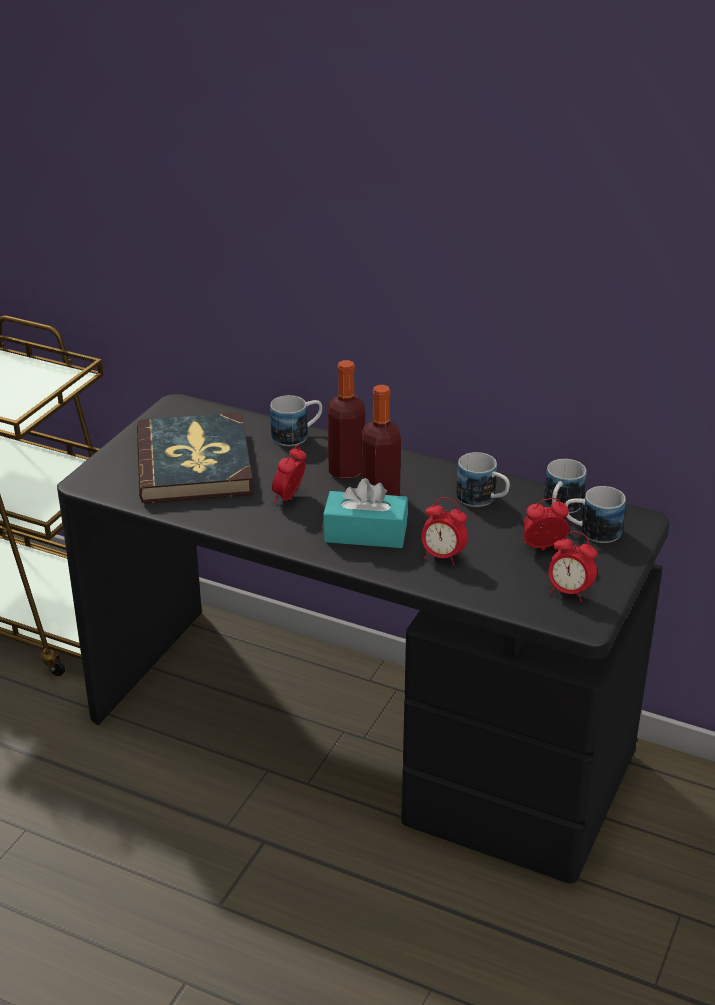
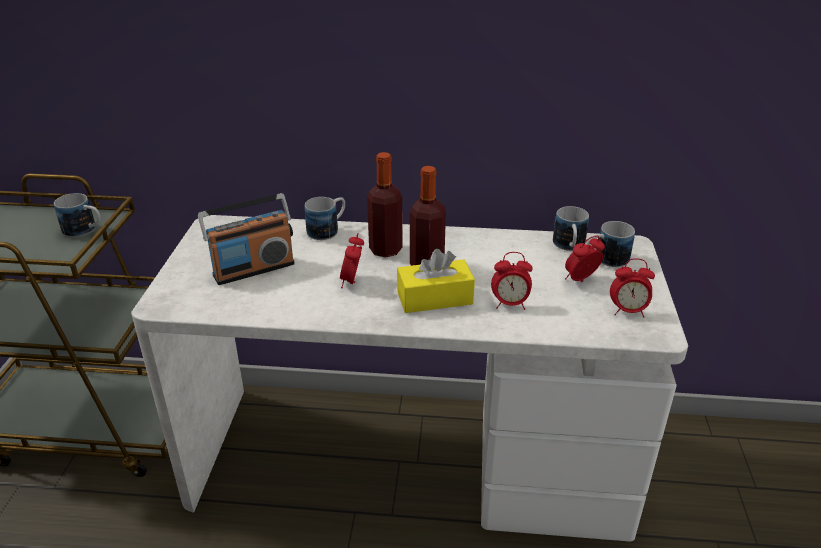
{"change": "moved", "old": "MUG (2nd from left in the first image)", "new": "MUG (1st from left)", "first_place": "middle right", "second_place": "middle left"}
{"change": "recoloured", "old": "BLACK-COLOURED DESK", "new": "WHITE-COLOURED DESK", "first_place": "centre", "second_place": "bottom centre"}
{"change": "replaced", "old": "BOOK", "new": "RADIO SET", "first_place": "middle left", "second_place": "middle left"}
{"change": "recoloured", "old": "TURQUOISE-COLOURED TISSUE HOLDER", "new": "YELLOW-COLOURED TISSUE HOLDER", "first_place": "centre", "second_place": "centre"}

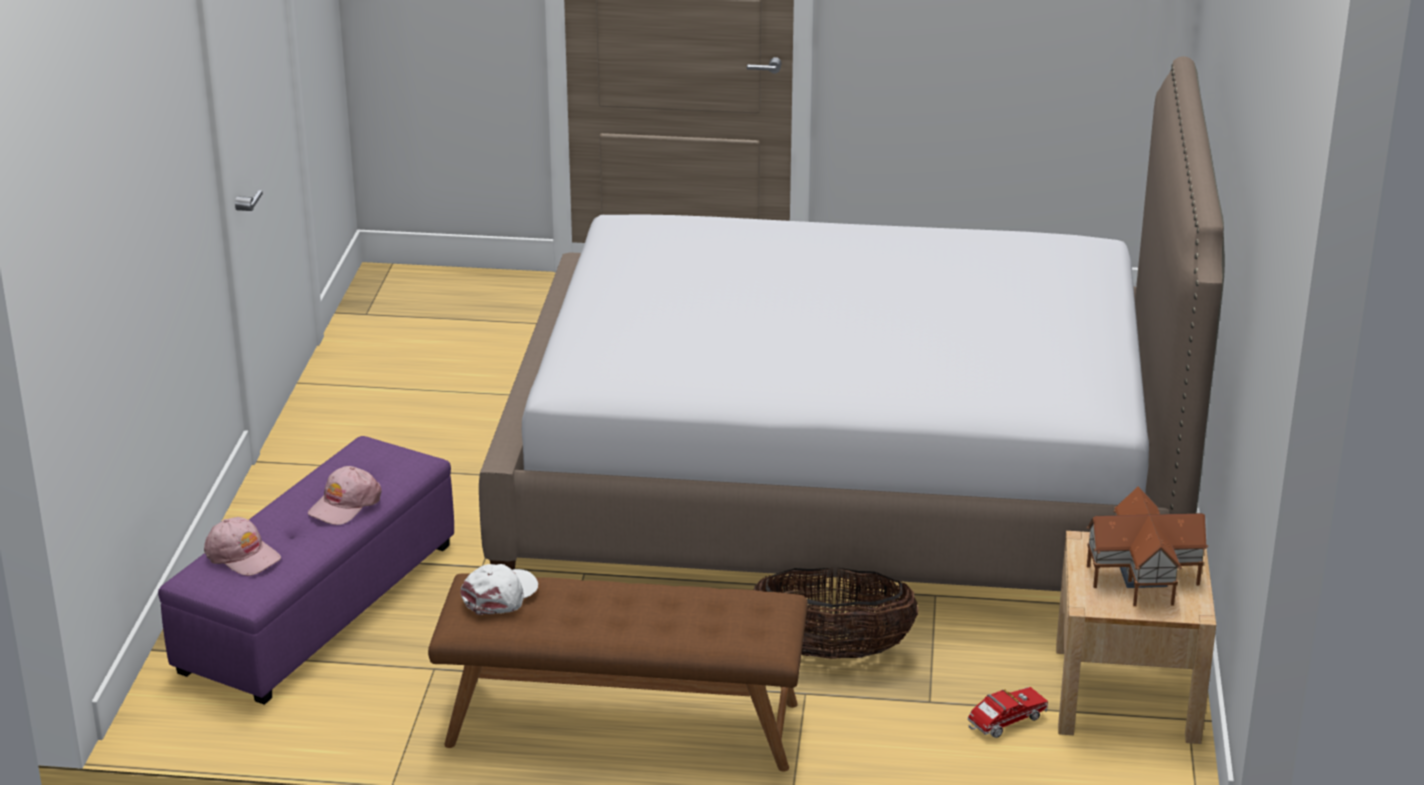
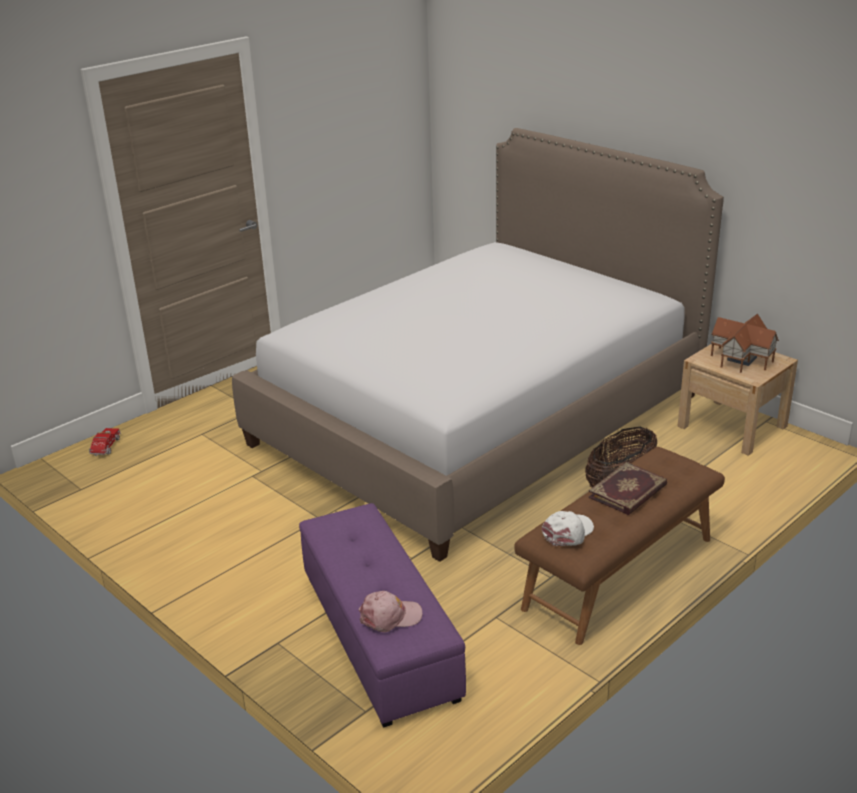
{"change": "moved", "old": "TOY TRUCK", "first_place": "bottom right", "second_place": "middle left"}
{"change": "turned", "old": "WHITE-COLOURED PEAKED CAP", "first_place": "bottom centre", "second_place": "centre", "degrees": 60}
{"change": "added", "new": "BOOK", "second_place": "middle right"}
{"change": "removed", "old": "PINKISH PEAKED CAP (2nd from left)", "first_place": "middle left"}

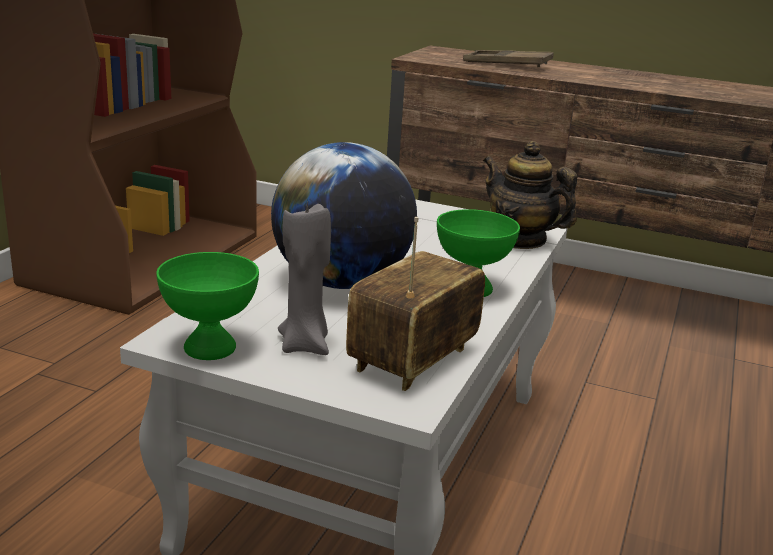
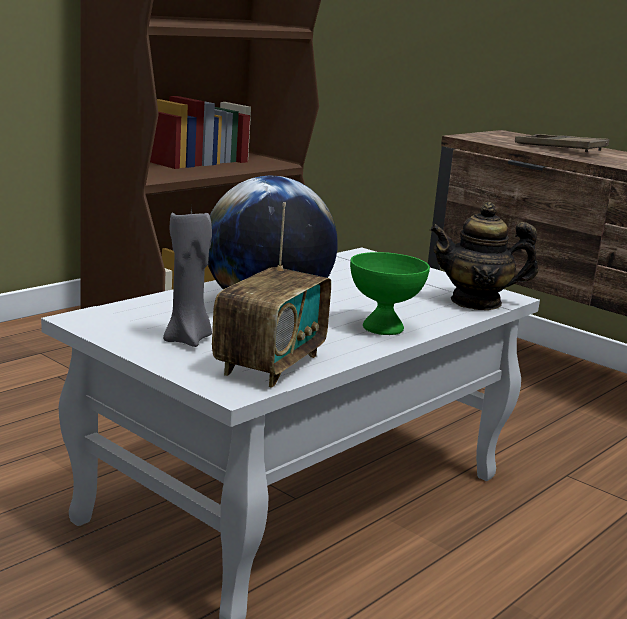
{"change": "turned", "old": "RADIO SET", "first_place": "centre", "second_place": "centre", "degrees": 150}
{"change": "turned", "old": "TEA POT", "first_place": "middle right", "second_place": "middle right", "degrees": -60}
{"change": "removed", "old": "GREEN BOWL (1st from left)", "first_place": "middle left"}

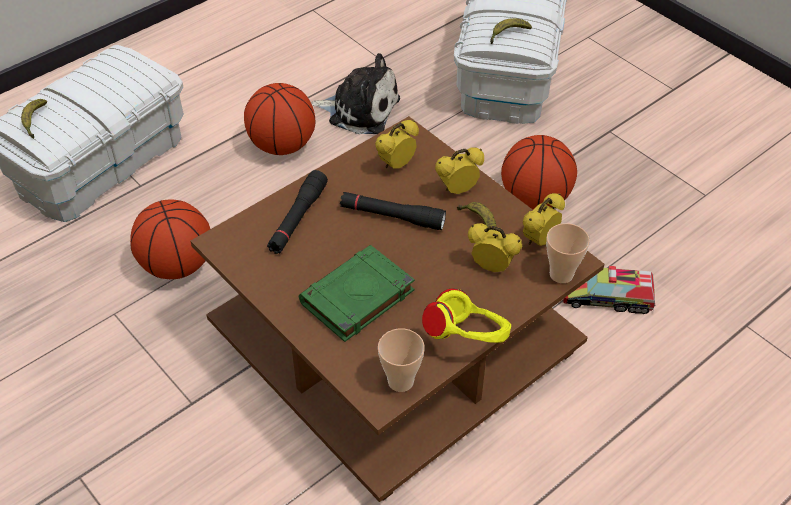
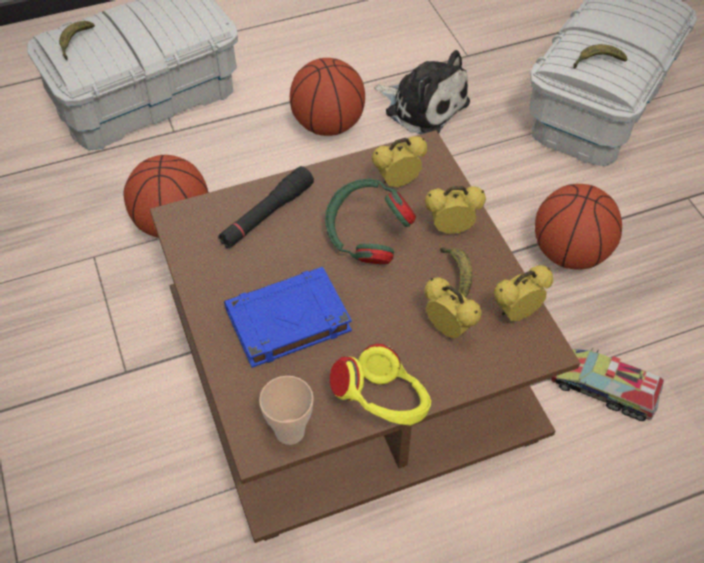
{"change": "recoloured", "old": "GREEN BOOK", "new": "BLUE BOOK", "first_place": "centre", "second_place": "centre"}
{"change": "replaced", "old": "BLACK-COLOURED TORCH (2nd from left)", "new": "GREEN PAIR OF HEADPHONES", "first_place": "centre", "second_place": "centre"}
{"change": "removed", "old": "CUP (2nd from left)", "first_place": "middle right"}

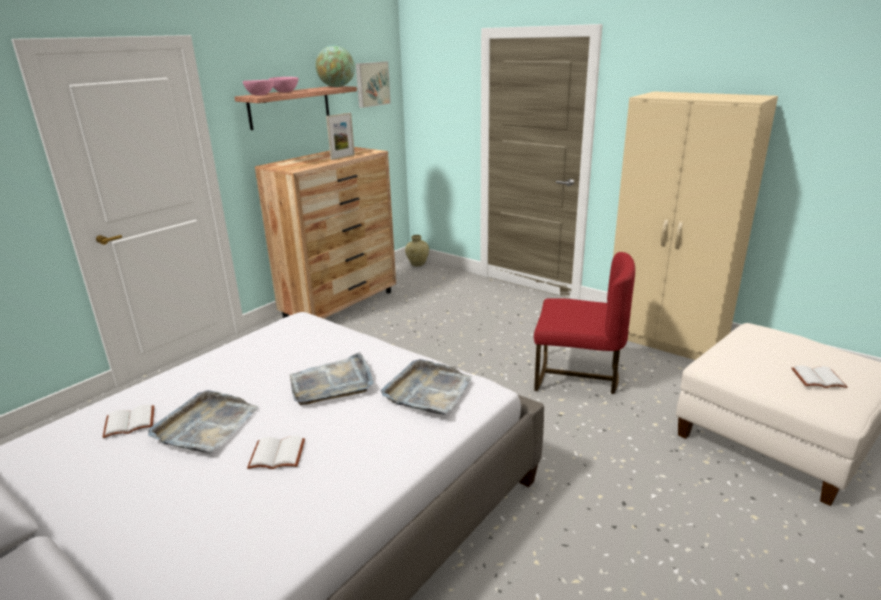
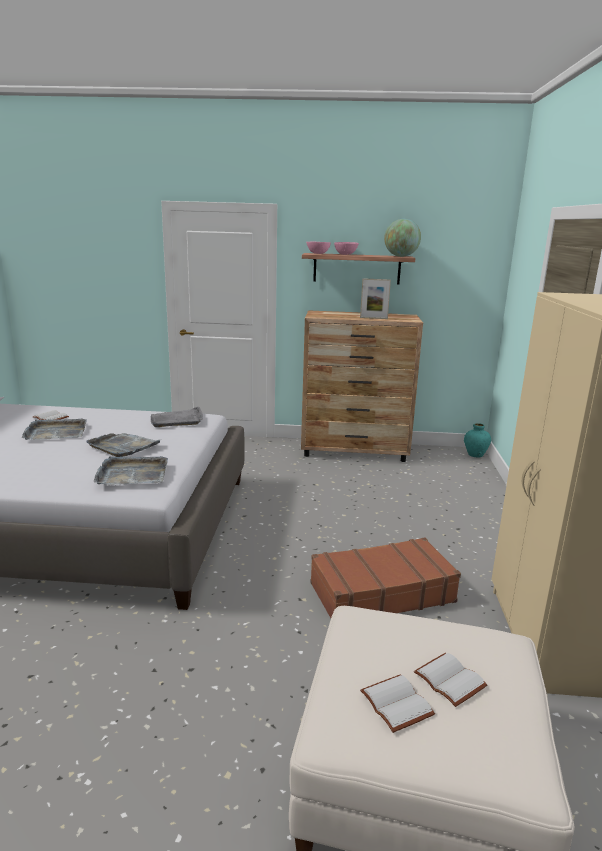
{"change": "added", "new": "GREYISH TRAY (4th from left)", "second_place": "middle left"}
{"change": "replaced", "old": "RED-COLOURED PLAIN CHAIR", "new": "BROWN-COLOURED SUITCASE", "first_place": "centre", "second_place": "bottom centre"}
{"change": "moved", "old": "WHITE-COLOURED BOOK (2nd from left in the first image)", "new": "WHITE-COLOURED BOOK (3rd from left)", "first_place": "bottom left", "second_place": "bottom right"}
{"change": "recoloured", "old": "SAND-COLOURED FLOWER VASE", "new": "TURQUOISE-COLOURED FLOWER VASE", "first_place": "centre", "second_place": "middle right"}
{"change": "removed", "old": "WALL ART", "first_place": "top centre"}

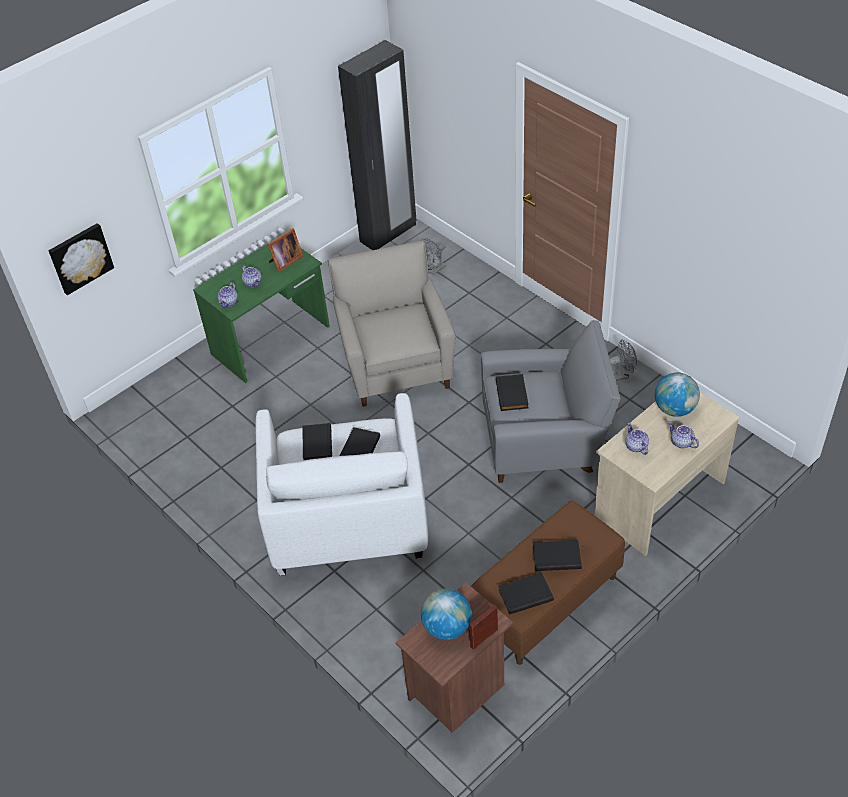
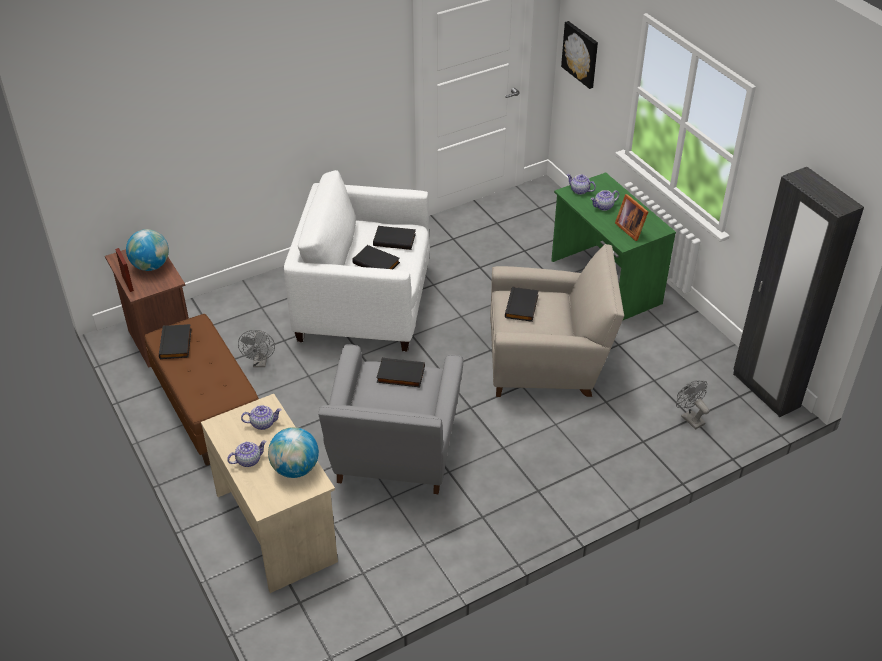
{"change": "moved", "old": "GREYISH COOLING FAN (2nd from left in the first image)", "new": "GREYISH COOLING FAN (1st from left)", "first_place": "middle right", "second_place": "middle left"}
{"change": "moved", "old": "BLACK-COLOURED BOOK (5th from left)", "first_place": "bottom centre", "second_place": "centre"}

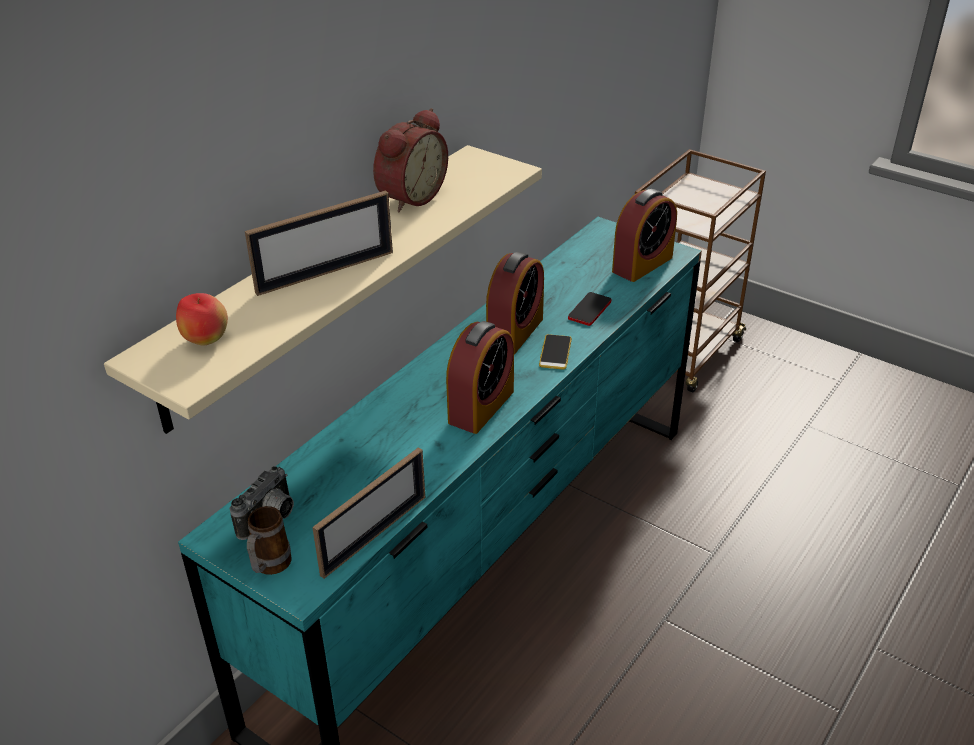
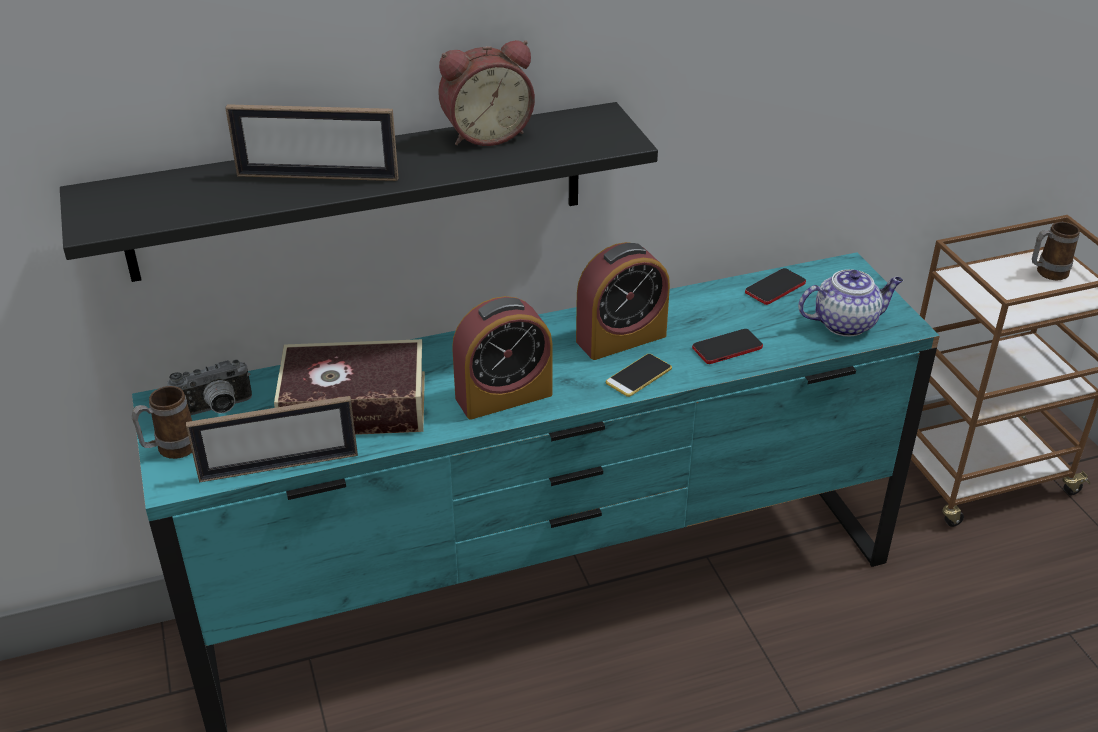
{"change": "recoloured", "old": "SAND-COLOURED WALL SHELF", "new": "BLACK-COLOURED WALL SHELF", "first_place": "middle left", "second_place": "top left"}
{"change": "added", "new": "BOOK", "second_place": "middle left"}
{"change": "added", "new": "TELEPHONE (3rd from left)", "second_place": "middle right"}
{"change": "replaced", "old": "BEDSIDE CLOCK (4th from left)", "new": "TEA POT", "first_place": "top centre", "second_place": "middle right"}
{"change": "added", "new": "MUG (2nd from left)", "second_place": "middle right"}
{"change": "removed", "old": "WHOLE APPLE", "first_place": "middle left"}

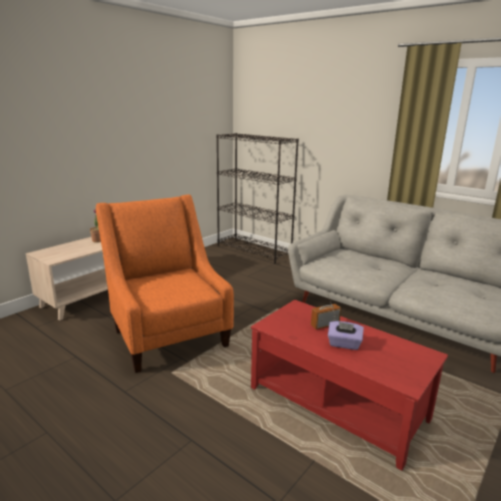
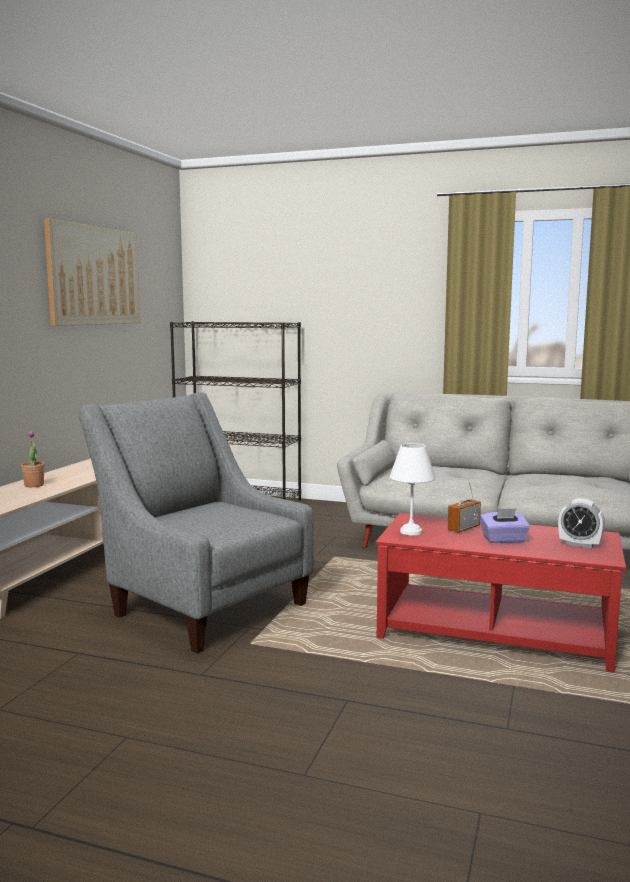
{"change": "added", "new": "WALL ART", "second_place": "top left"}
{"change": "recoloured", "old": "ORANGE ARMCHAIR", "new": "GREYISH ARMCHAIR", "first_place": "middle left", "second_place": "middle left"}
{"change": "added", "new": "WHITE-COLOURED TABLE LAMP", "second_place": "centre"}
{"change": "added", "new": "BEDSIDE CLOCK", "second_place": "middle right"}

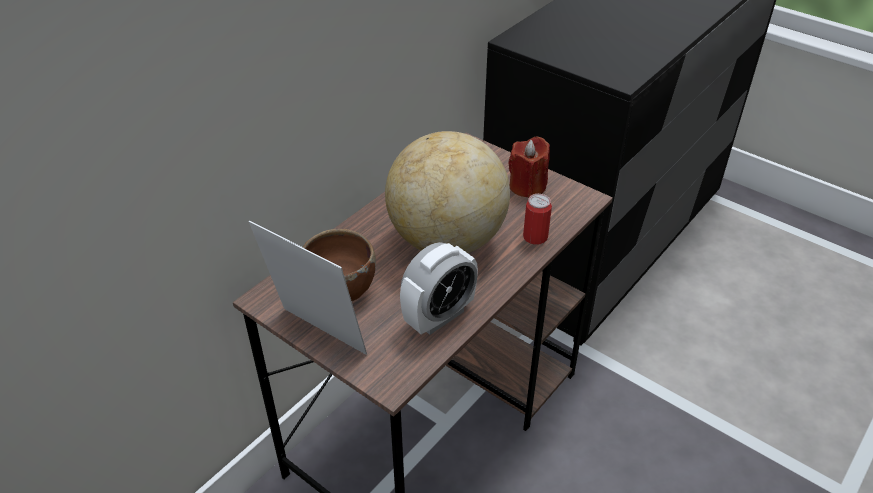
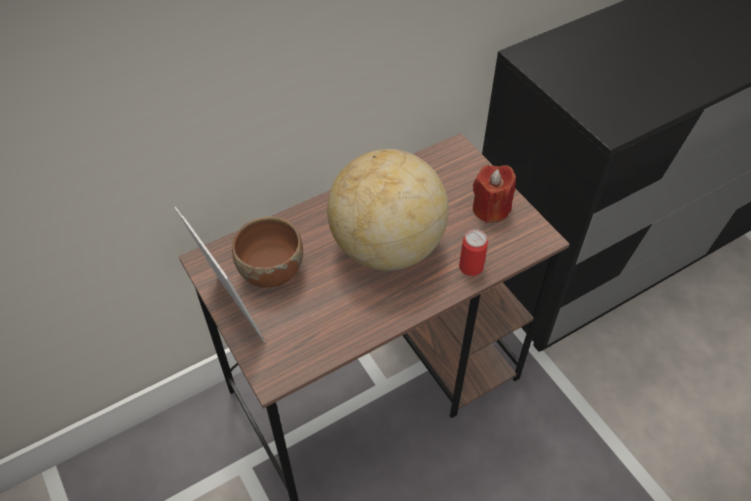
{"change": "removed", "old": "BEDSIDE CLOCK", "first_place": "centre"}

